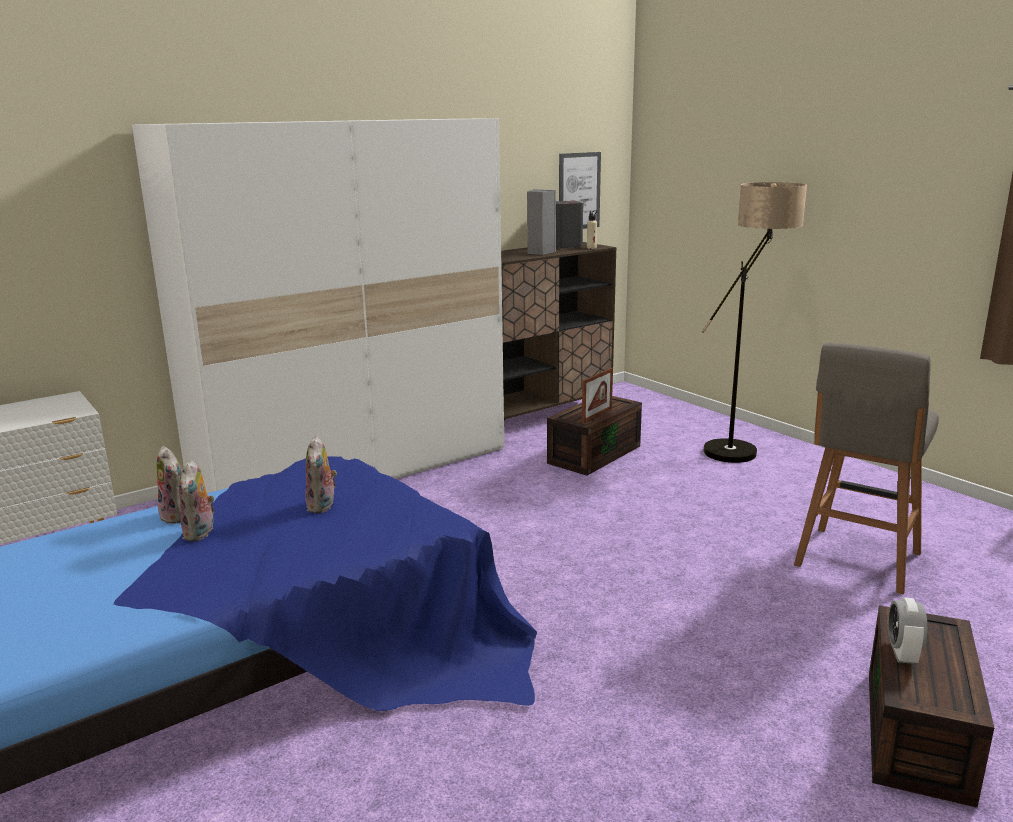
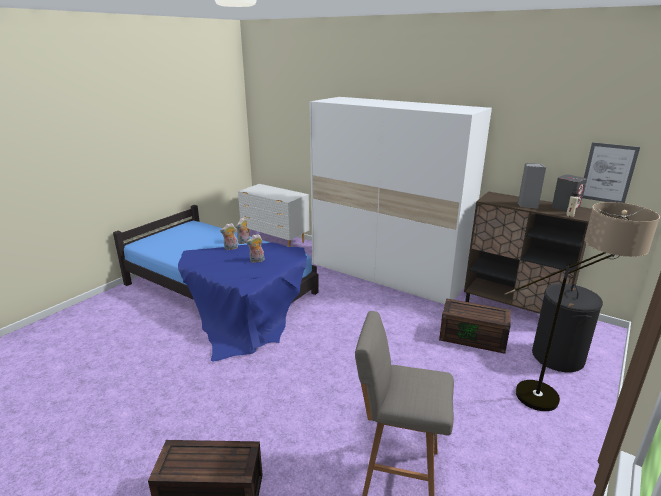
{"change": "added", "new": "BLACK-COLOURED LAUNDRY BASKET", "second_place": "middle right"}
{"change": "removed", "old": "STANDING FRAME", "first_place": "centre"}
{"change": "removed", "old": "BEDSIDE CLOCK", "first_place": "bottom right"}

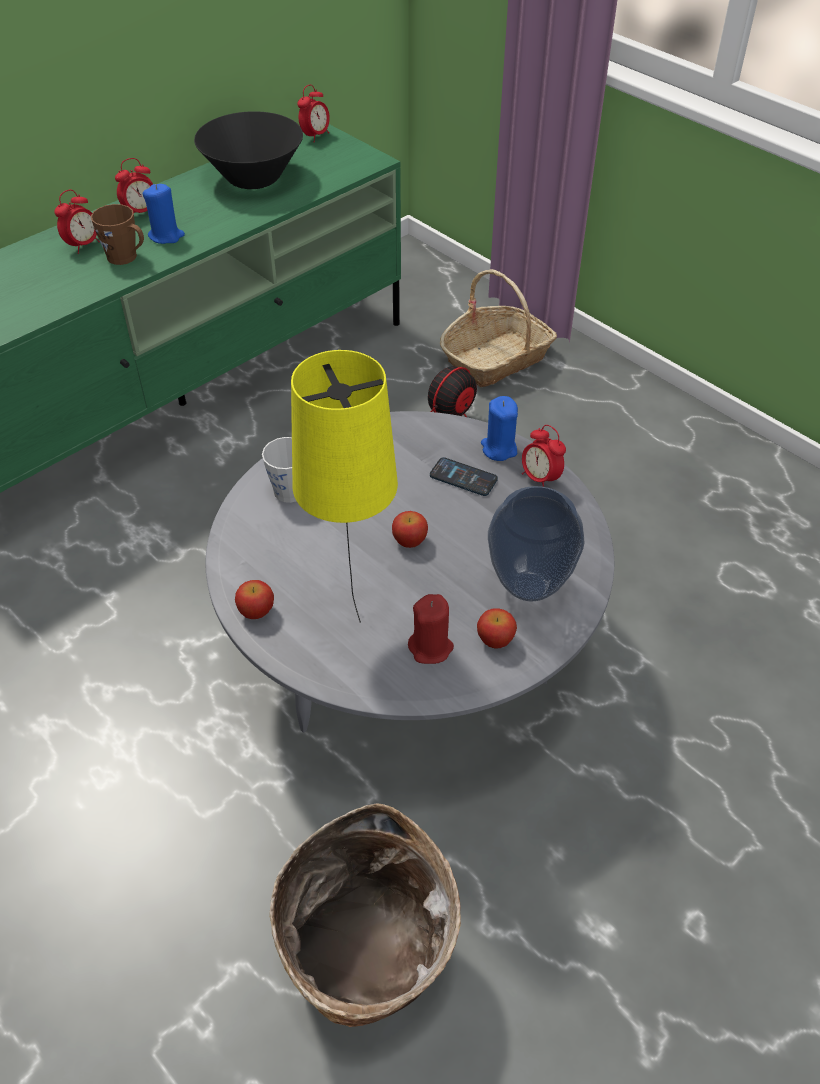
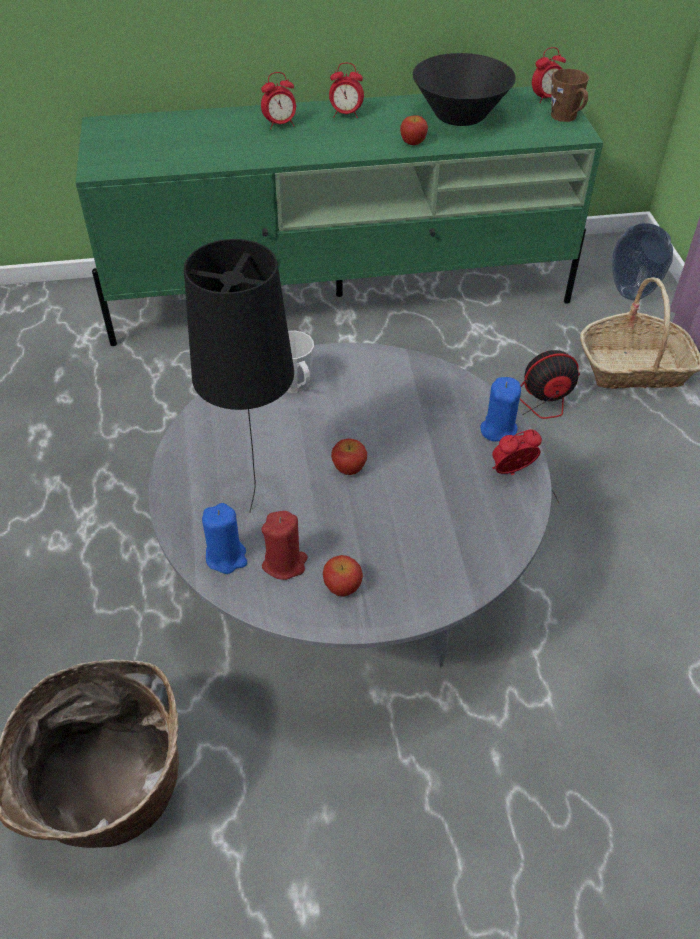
{"change": "recoloured", "old": "YELLOW-COLOURED TABLE LAMP", "new": "BLACK-COLOURED TABLE LAMP", "first_place": "centre", "second_place": "centre"}
{"change": "moved", "old": "BLUE WAX LIGHT (1st from left)", "first_place": "top left", "second_place": "middle left"}
{"change": "moved", "old": "WHOLE APPLE (1st from left in the first image)", "new": "WHOLE APPLE (3rd from left)", "first_place": "middle left", "second_place": "top centre"}
{"change": "turned", "old": "BEDSIDE CLOCK (4th from left in the first image)", "first_place": "centre", "second_place": "middle right", "degrees": 75}
{"change": "moved", "old": "BROWN-COLOURED MUG", "first_place": "top left", "second_place": "top right"}
{"change": "moved", "old": "FLOWER VASE", "first_place": "centre", "second_place": "top right"}
{"change": "removed", "old": "TELEPHONE", "first_place": "centre"}

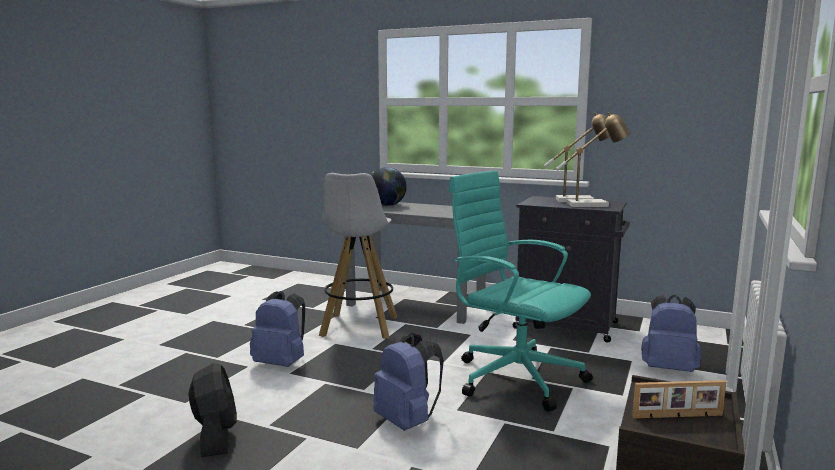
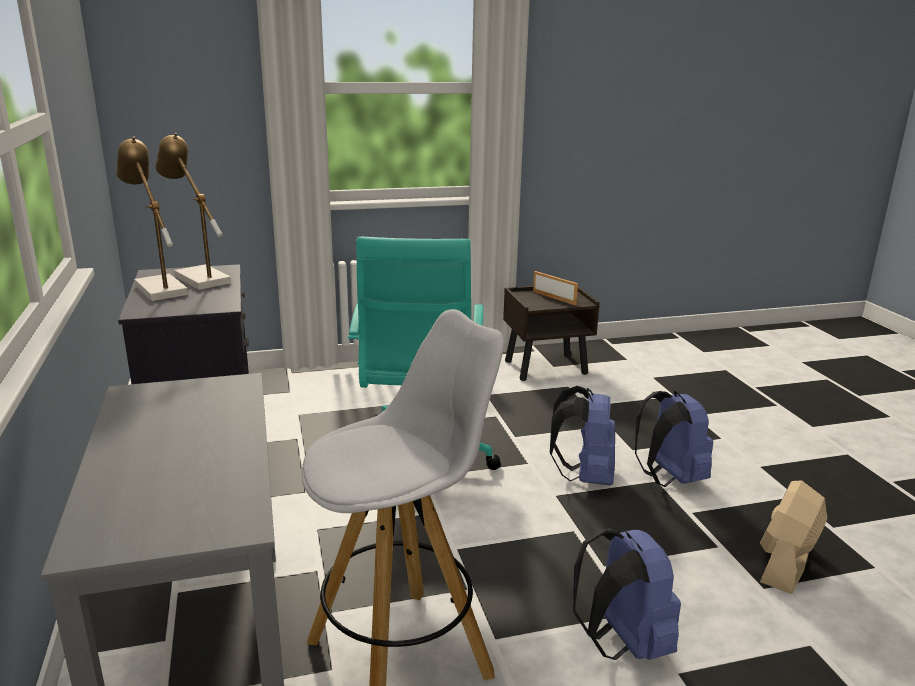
{"change": "moved", "old": "BLUE RUCKSACK (3rd from left)", "first_place": "bottom right", "second_place": "middle right"}
{"change": "recoloured", "old": "BLACK-COLOURED COOLING FAN", "new": "SAND-COLOURED COOLING FAN", "first_place": "bottom left", "second_place": "bottom right"}
{"change": "removed", "old": "GLOBE", "first_place": "centre"}

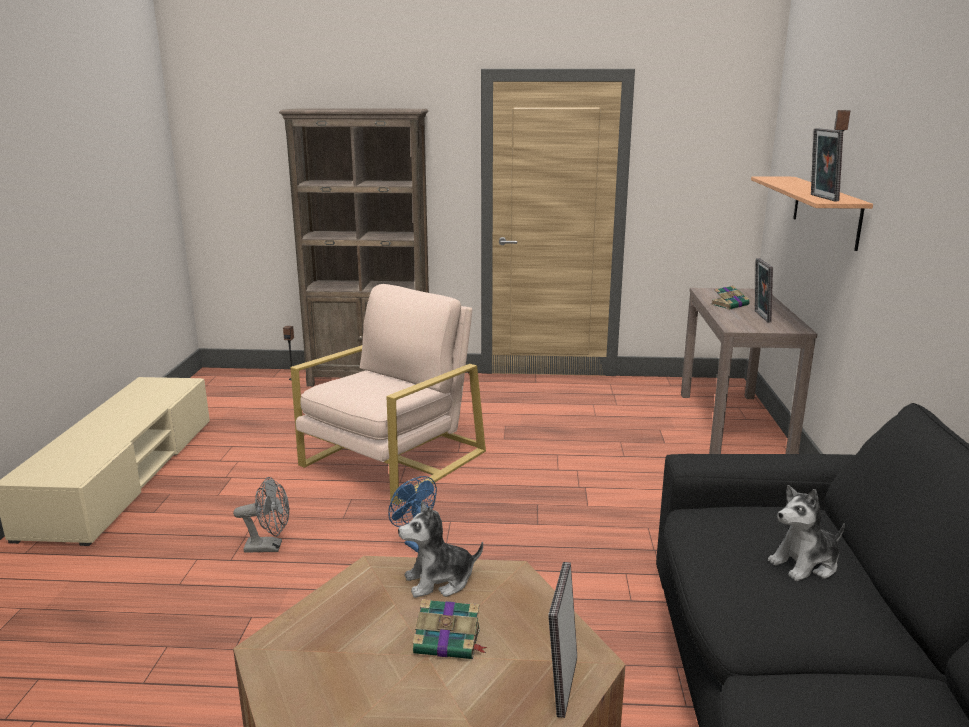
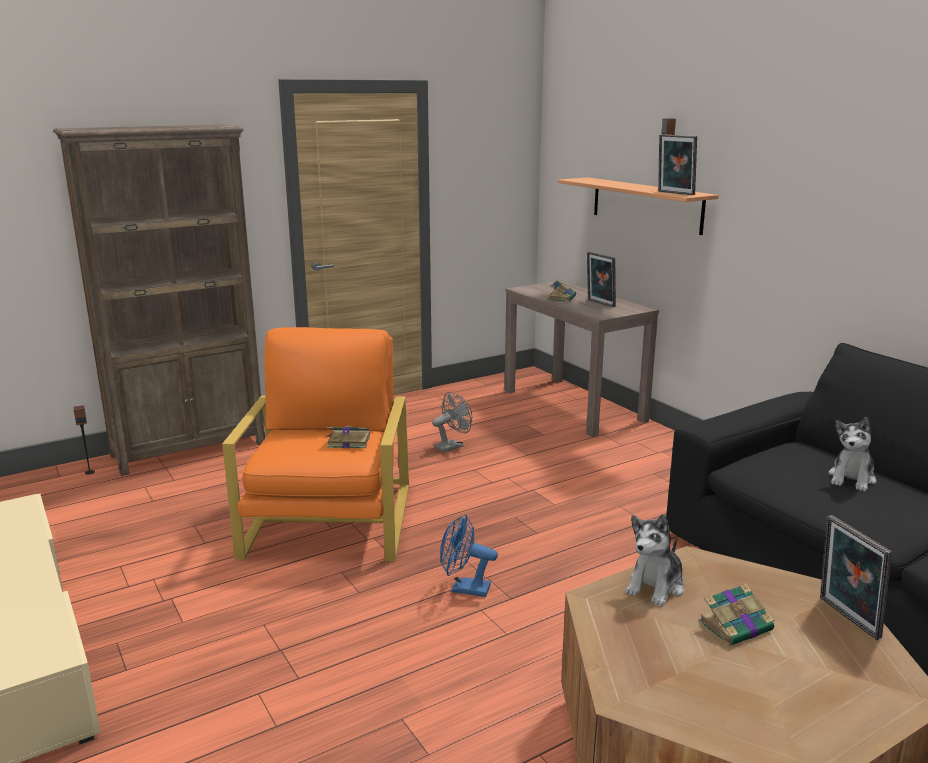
{"change": "recoloured", "old": "SAND-COLOURED ARMCHAIR", "new": "ORANGE ARMCHAIR", "first_place": "centre", "second_place": "centre"}
{"change": "added", "new": "BOOK (1st from left)", "second_place": "centre"}
{"change": "moved", "old": "GREYISH COOLING FAN", "first_place": "bottom left", "second_place": "centre"}

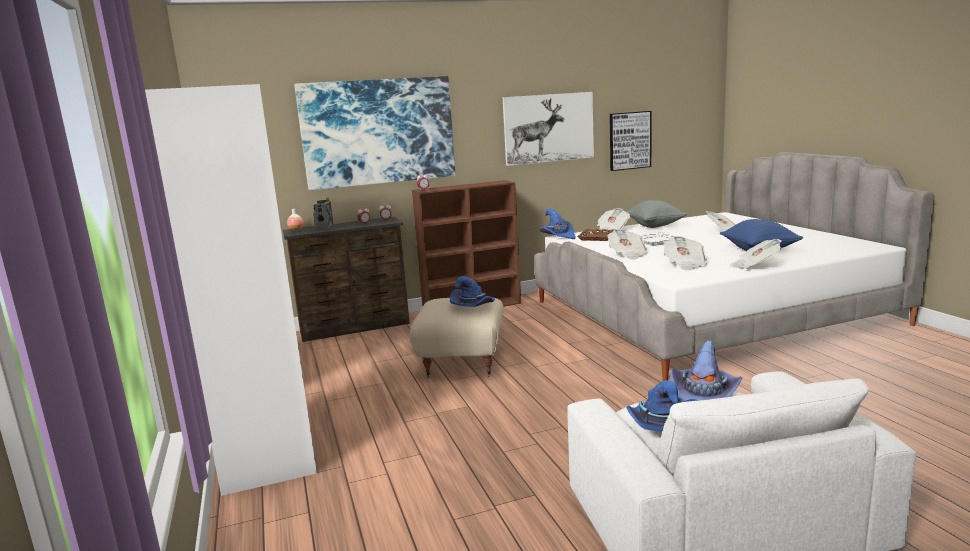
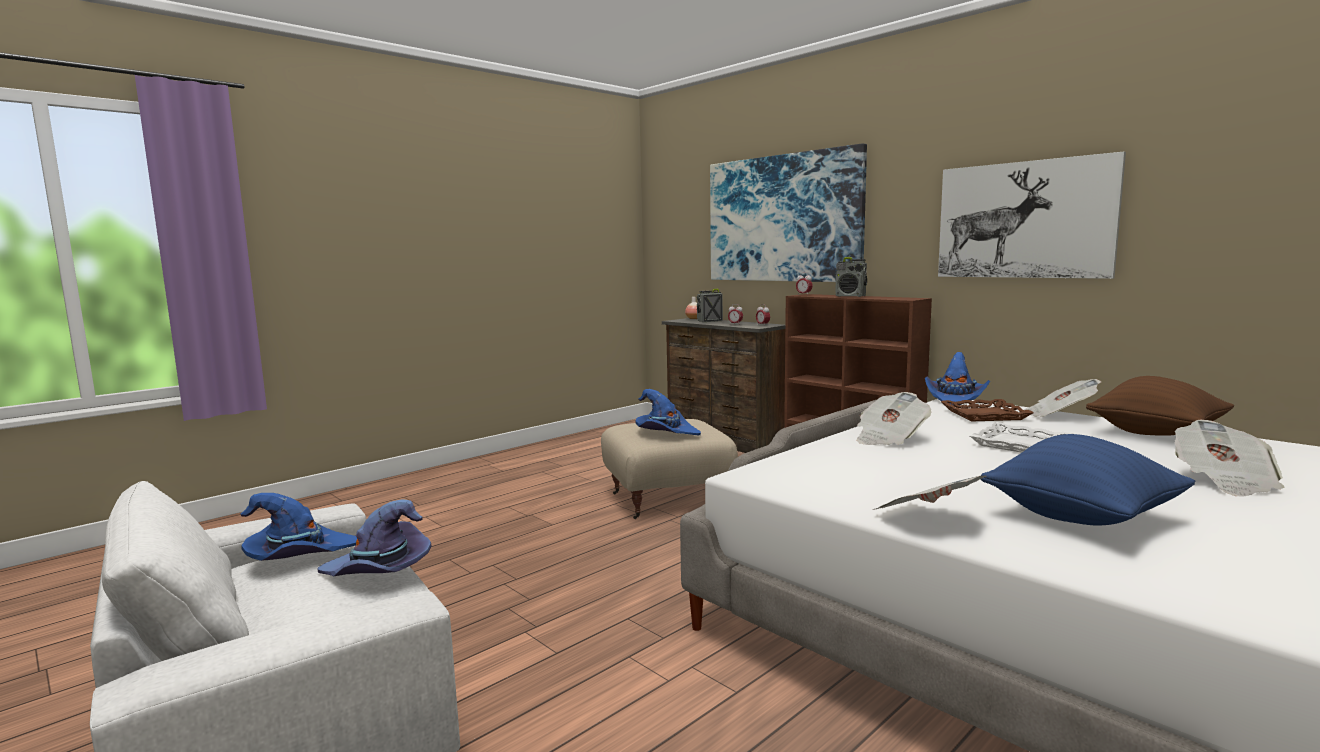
{"change": "added", "new": "RADIO SET (2nd from left)", "second_place": "centre"}
{"change": "recoloured", "old": "GREYISH THROW PILLOW", "new": "BROWN-COLOURED THROW PILLOW", "first_place": "middle right", "second_place": "middle right"}
{"change": "removed", "old": "WHITE-COLOURED CLOTHES CUPBOARD", "first_place": "middle left"}
{"change": "removed", "old": "WALL ART (3rd from left)", "first_place": "top centre"}
{"change": "removed", "old": "DAILY PAPER (3rd from left)", "first_place": "middle right"}

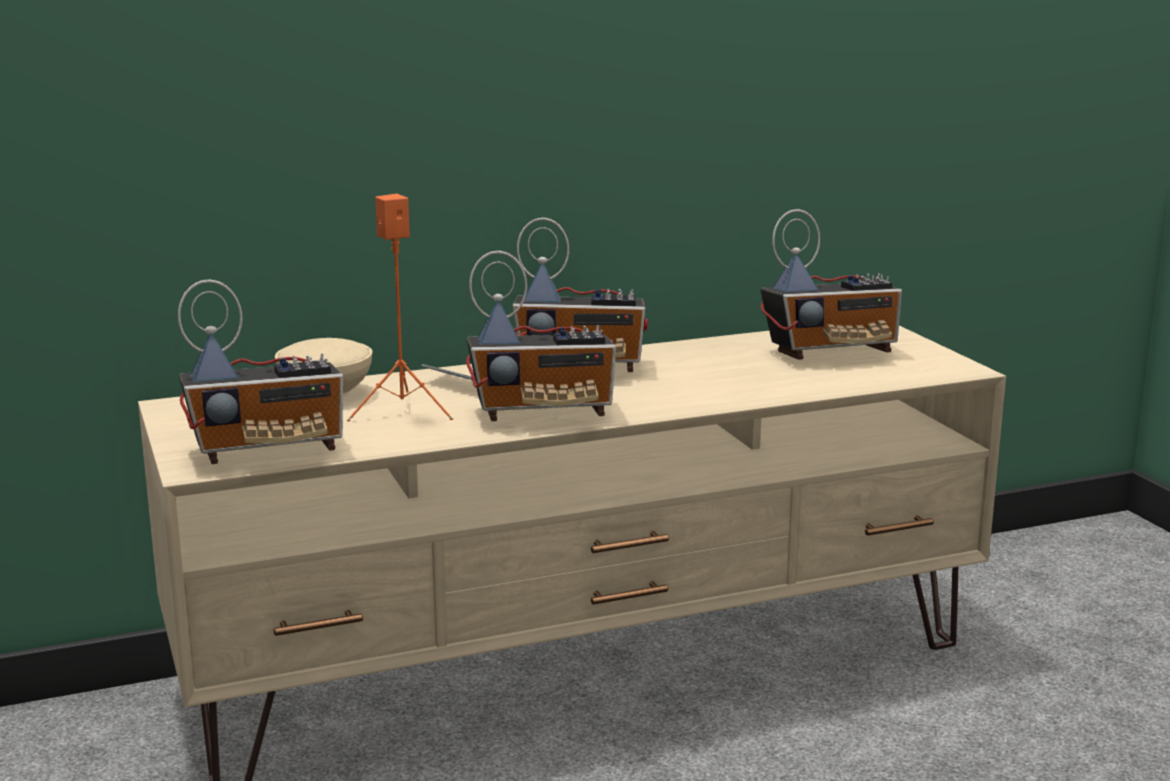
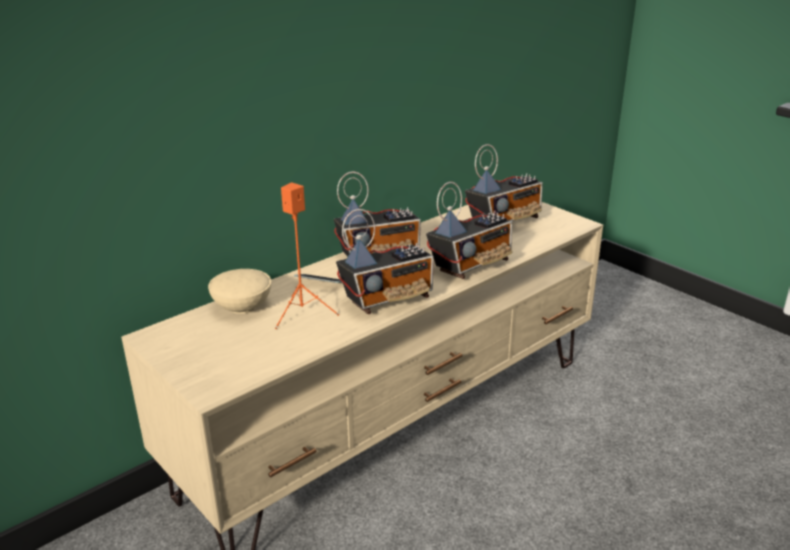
{"change": "moved", "old": "RADIO SET (1st from left in the first image)", "new": "RADIO SET (3rd from left)", "first_place": "middle left", "second_place": "centre"}

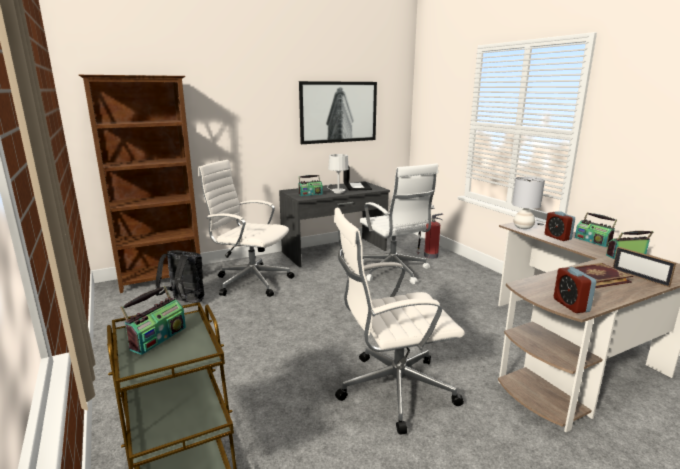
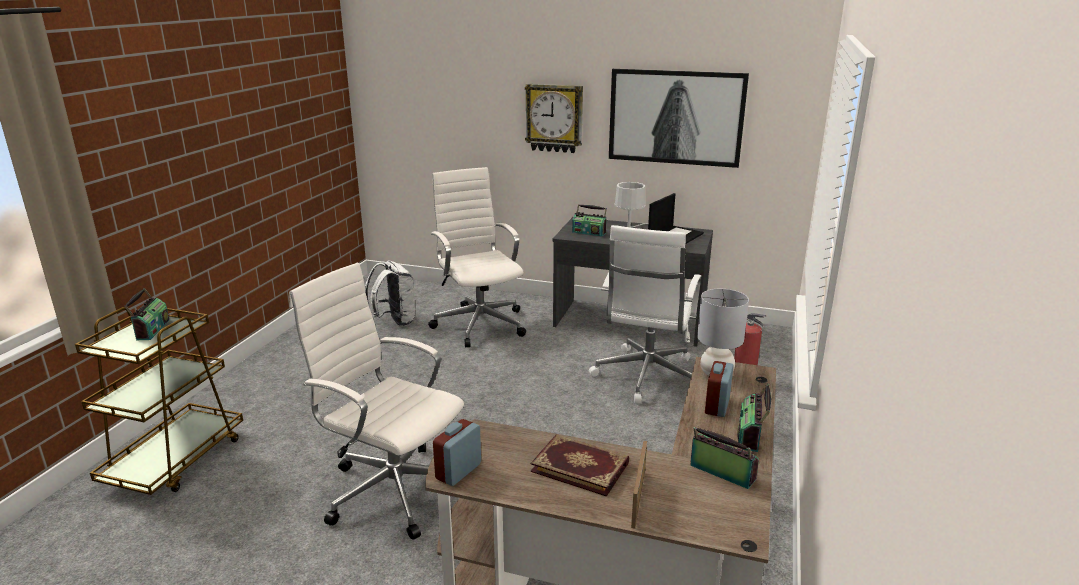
{"change": "turned", "old": "RADIO SET (1st from left)", "first_place": "bottom left", "second_place": "middle left", "degrees": -75}
{"change": "recoloured", "old": "BLACK-COLOURED RUCKSACK", "new": "WHITE-COLOURED RUCKSACK", "first_place": "middle left", "second_place": "centre"}
{"change": "added", "new": "CLOCK ON THE WALL", "second_place": "top centre"}
{"change": "removed", "old": "BROWN-COLOURED BOOKCASE", "first_place": "middle left"}

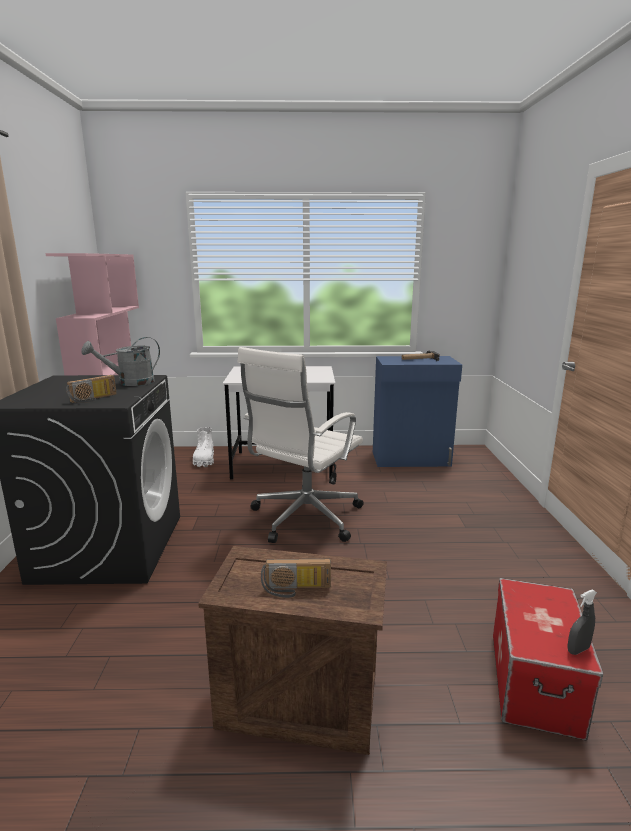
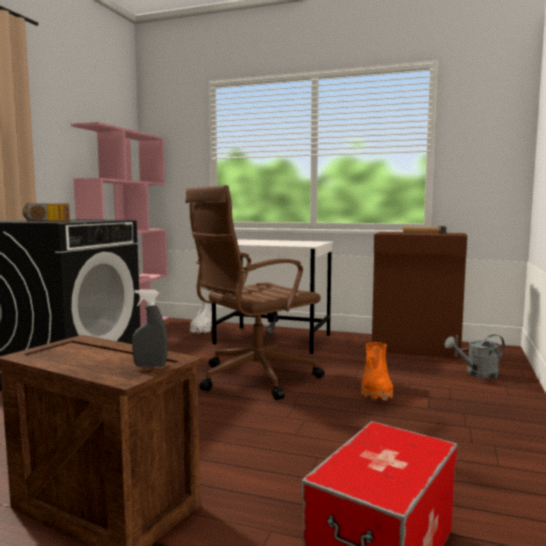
{"change": "moved", "old": "GREYISH SPRAY BOTTLE", "first_place": "bottom right", "second_place": "middle left"}
{"change": "recoloured", "old": "WHITE-COLOURED COMPUTER CHAIR", "new": "BROWN-COLOURED COMPUTER CHAIR", "first_place": "centre", "second_place": "centre"}
{"change": "added", "new": "ORANGE BOOT", "second_place": "bottom right"}
{"change": "recoloured", "old": "BLUE CUPBOARD", "new": "BROWN-COLOURED CUPBOARD", "first_place": "centre", "second_place": "middle right"}
{"change": "moved", "old": "GREYISH WATERING POT", "first_place": "middle left", "second_place": "middle right"}
{"change": "removed", "old": "RADIO SET (2nd from left)", "first_place": "bottom centre"}

